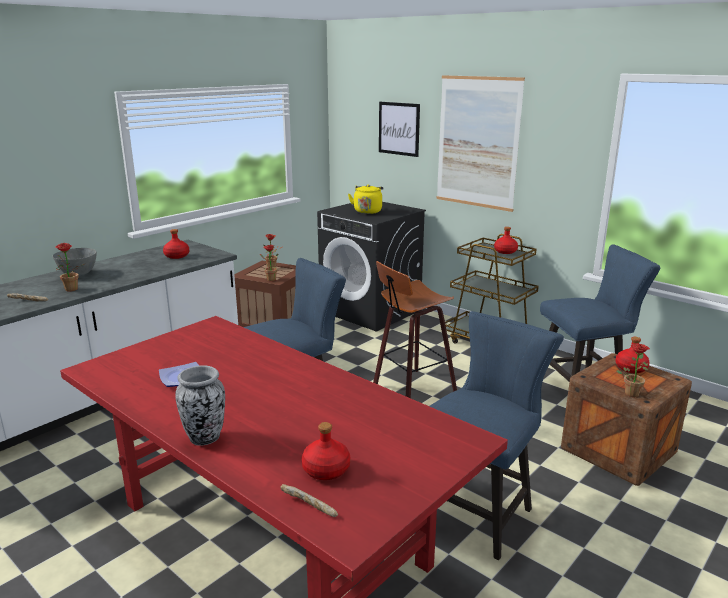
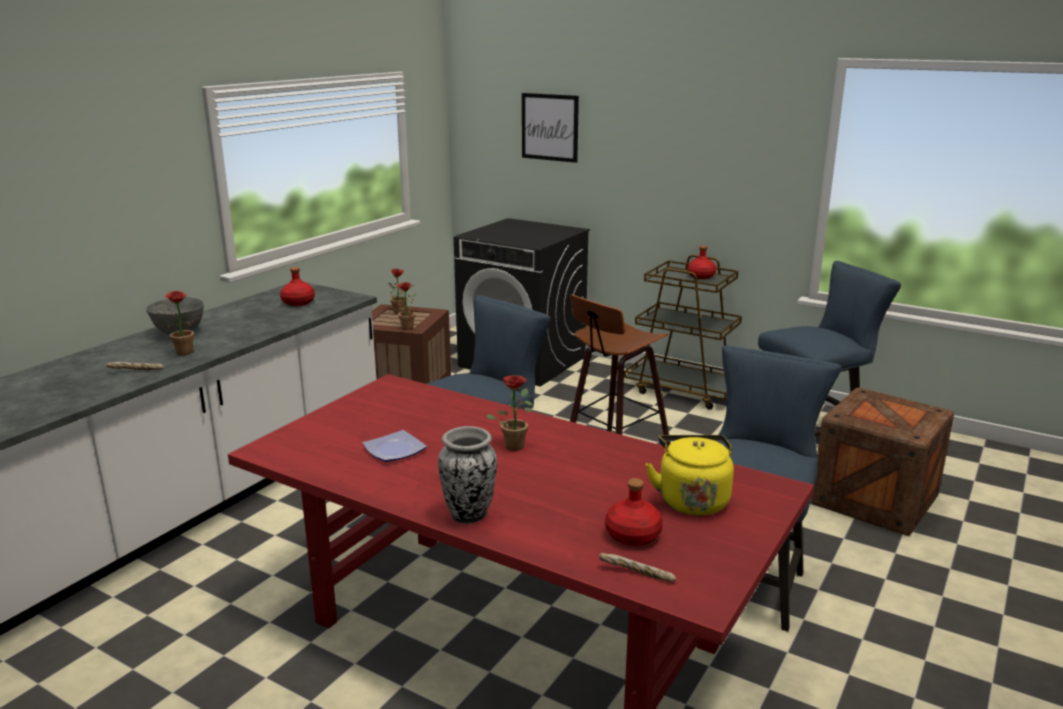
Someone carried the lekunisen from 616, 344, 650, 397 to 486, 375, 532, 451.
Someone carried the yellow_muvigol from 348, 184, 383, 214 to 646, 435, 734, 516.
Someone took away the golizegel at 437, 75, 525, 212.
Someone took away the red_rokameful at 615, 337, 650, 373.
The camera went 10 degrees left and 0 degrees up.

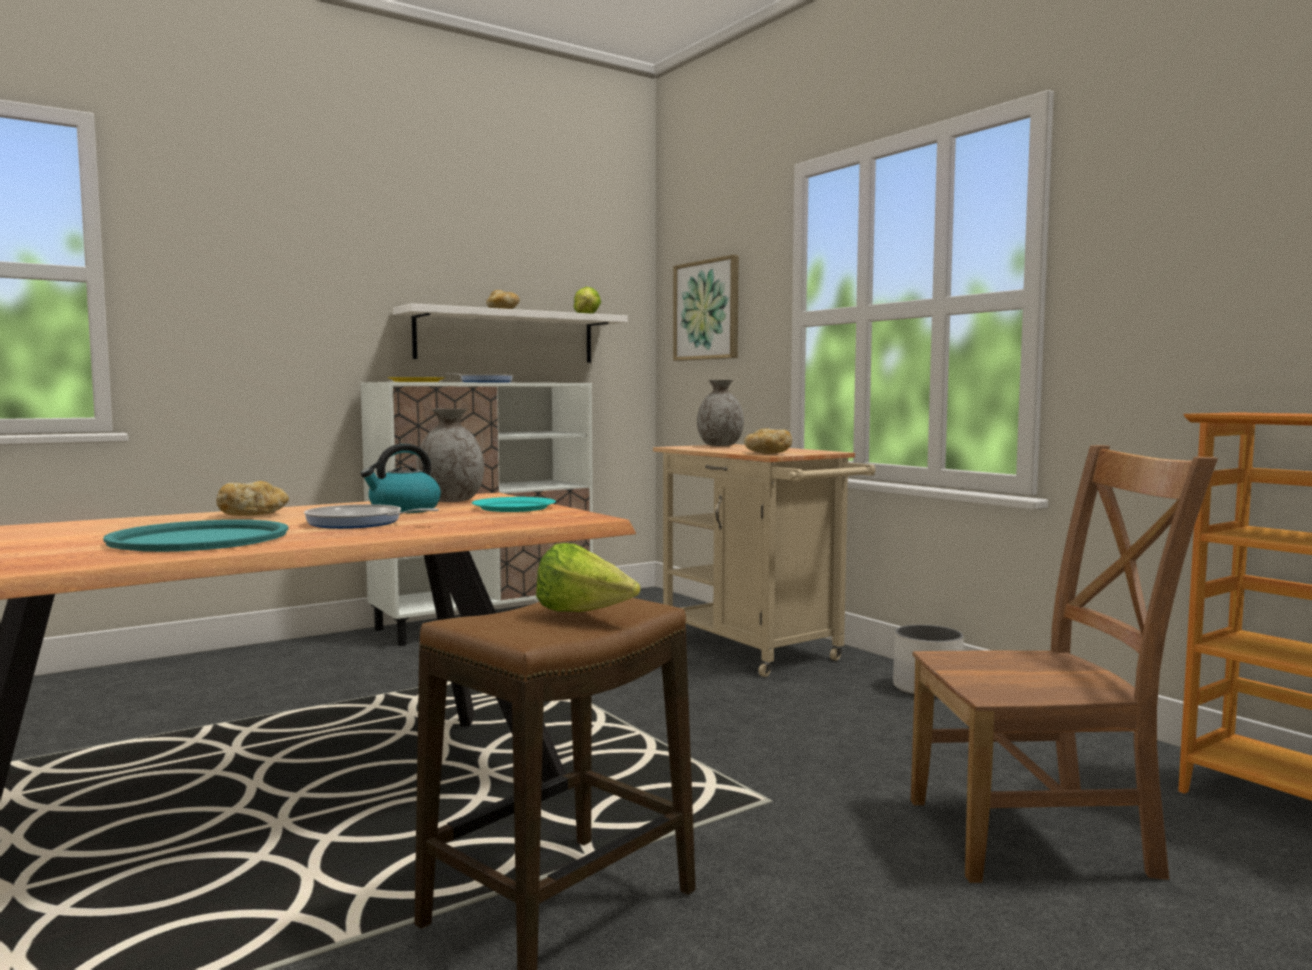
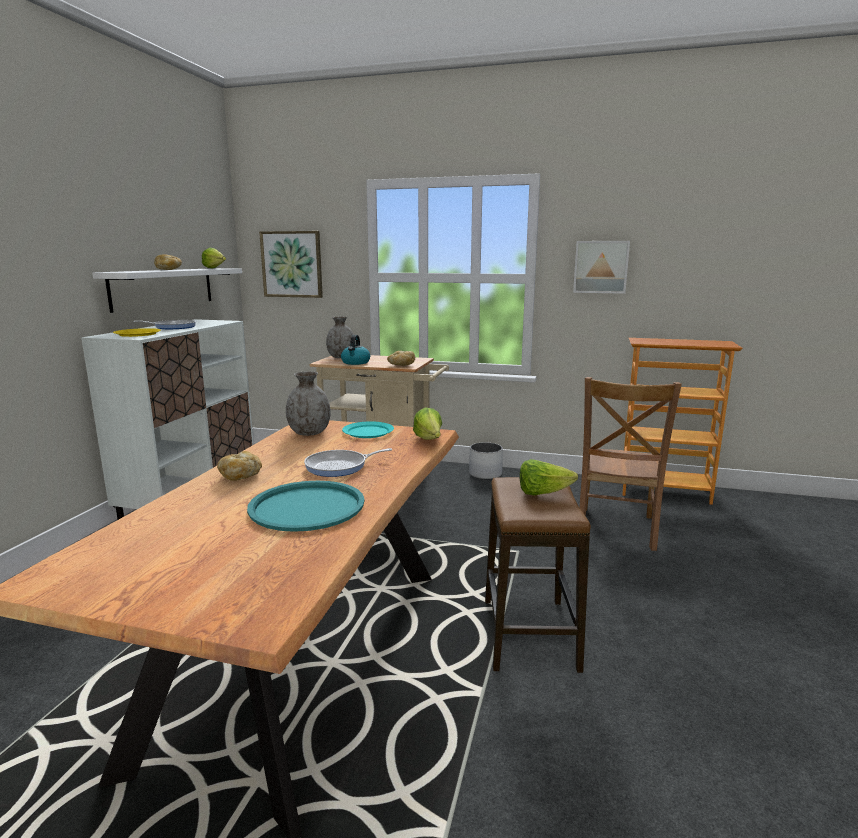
Someone carried the muvigol from 360, 444, 441, 513 to 341, 335, 370, 365.
Someone put down the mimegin at 413, 407, 442, 440.
Someone put up the golizegel at 573, 241, 630, 294.
Someone rotated the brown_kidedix at 911, 445, 1218, 883 by 150 degrees clockwise.
The camera went 40 degrees left and 10 degrees up.

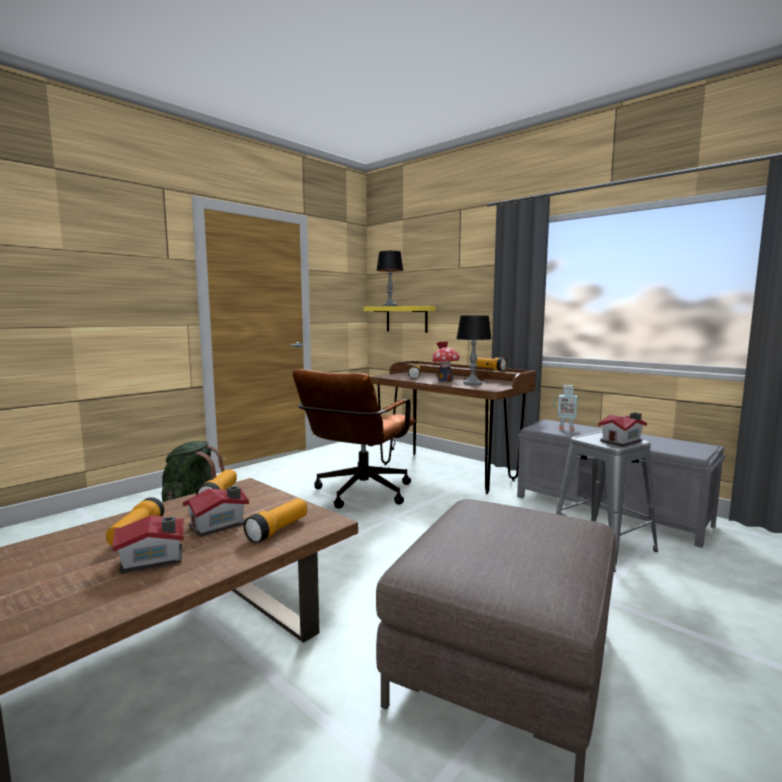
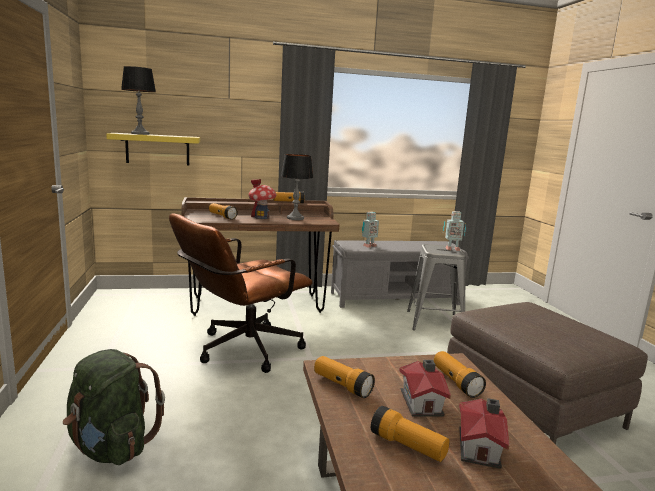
Someone rotated the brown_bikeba at 292, 369, 415, 509 by 75 degrees clockwise.
Someone swapped the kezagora at 598, 412, 647, 447 for the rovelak at 443, 211, 466, 251.
The camera went 55 degrees left and 5 degrees up.

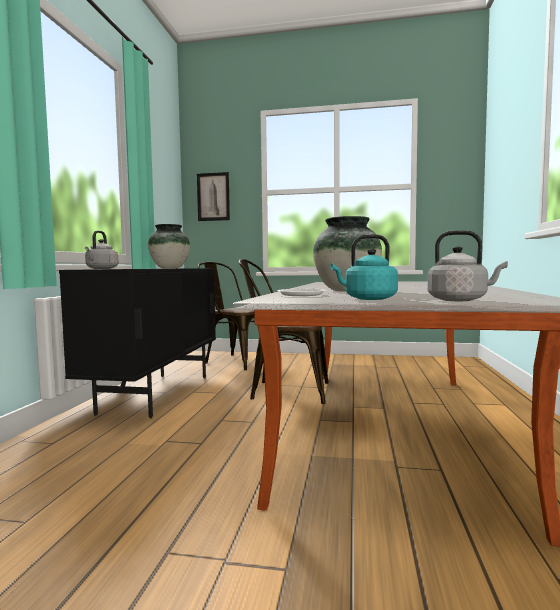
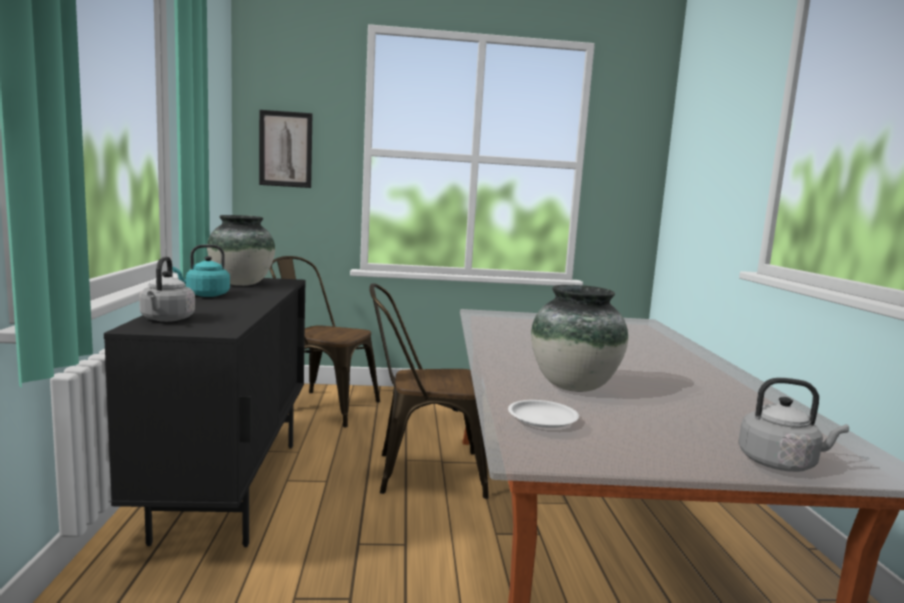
Someone carried the turquoise_muvigol from 330, 234, 398, 300 to 173, 244, 230, 297.
The camera went 15 degrees left and 5 degrees up.

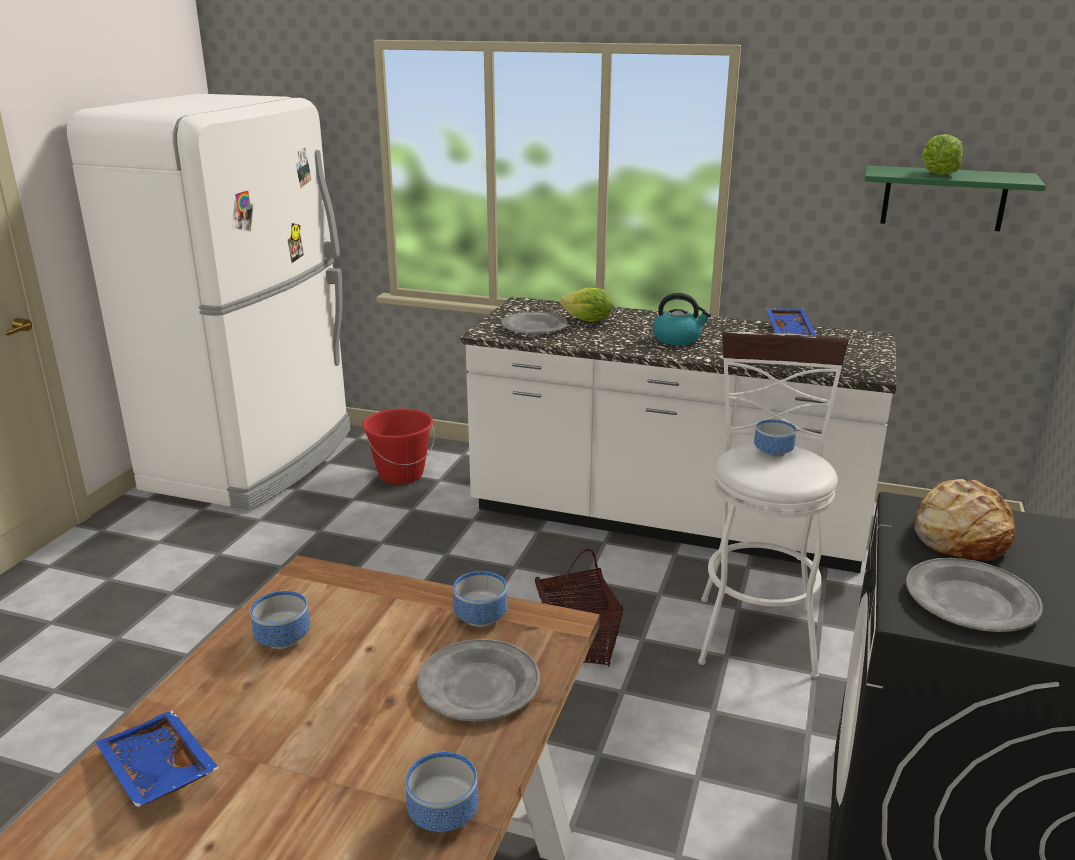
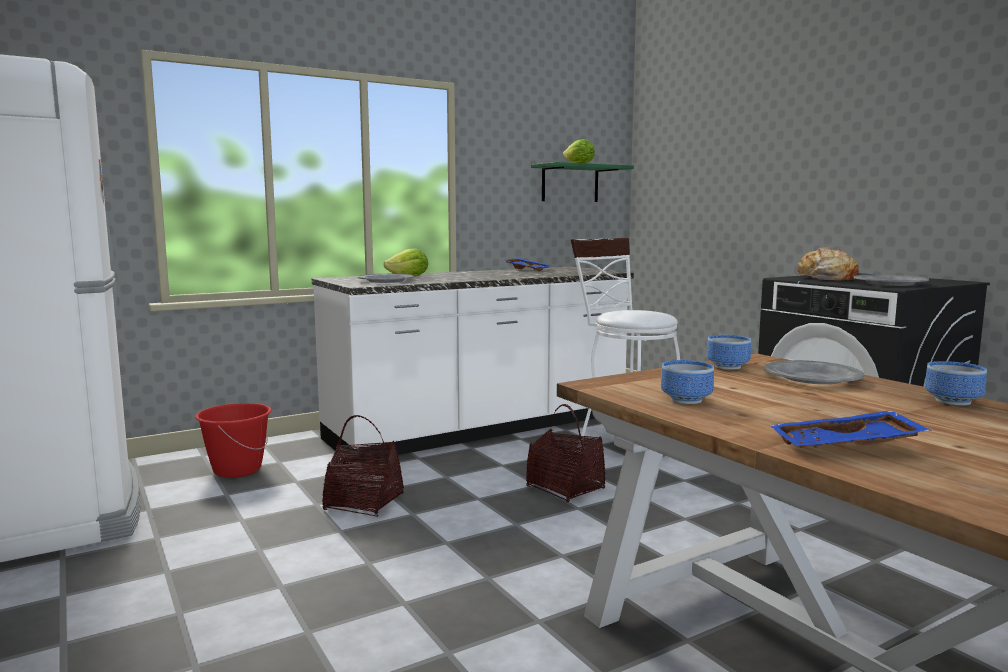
Someone put down the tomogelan at 322, 415, 404, 517.
Someone took away the muvigol at 653, 293, 711, 345.
Someone took away the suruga at 754, 419, 796, 458.
The camera went 50 degrees left and 15 degrees down.

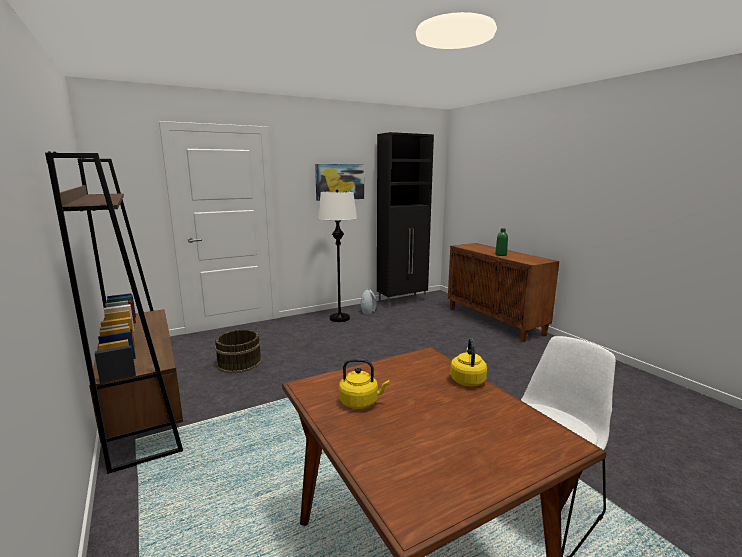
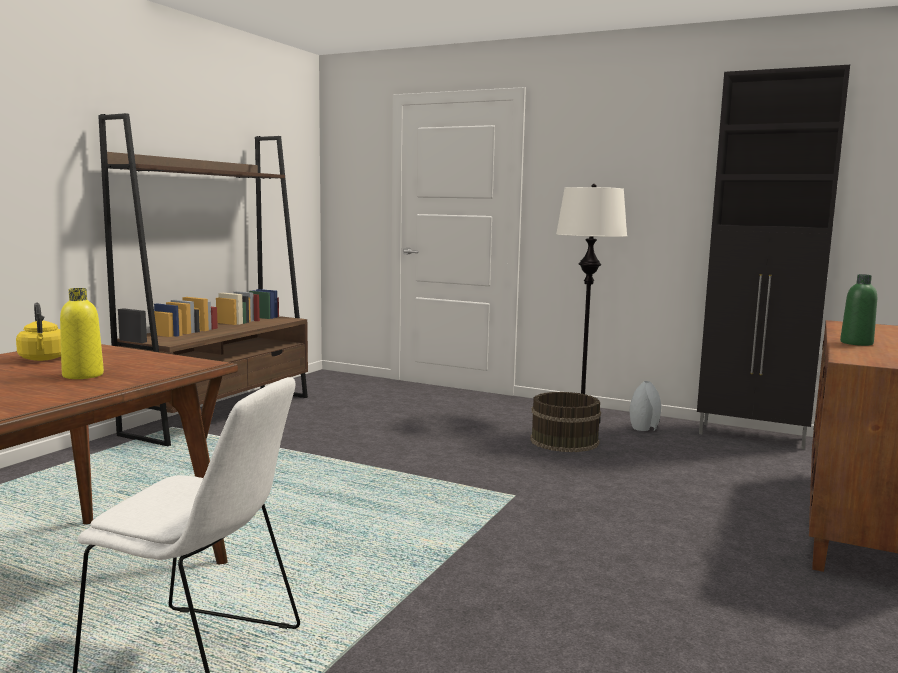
Someone put down the yellow_rokameful at 60, 288, 104, 379.
Someone carried the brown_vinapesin from 215, 329, 262, 374 to 530, 392, 601, 452.
Someone took away the golizegel at 315, 164, 364, 201.
Someone took away the yellow_muvigol at 450, 338, 487, 386.
The camera went 55 degrees right and 5 degrees down.

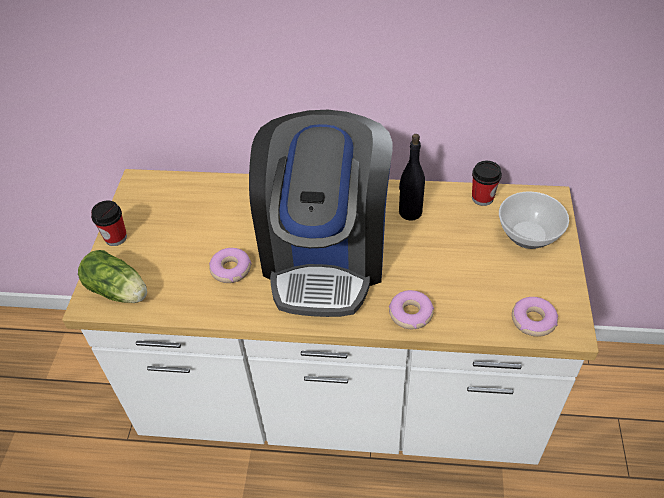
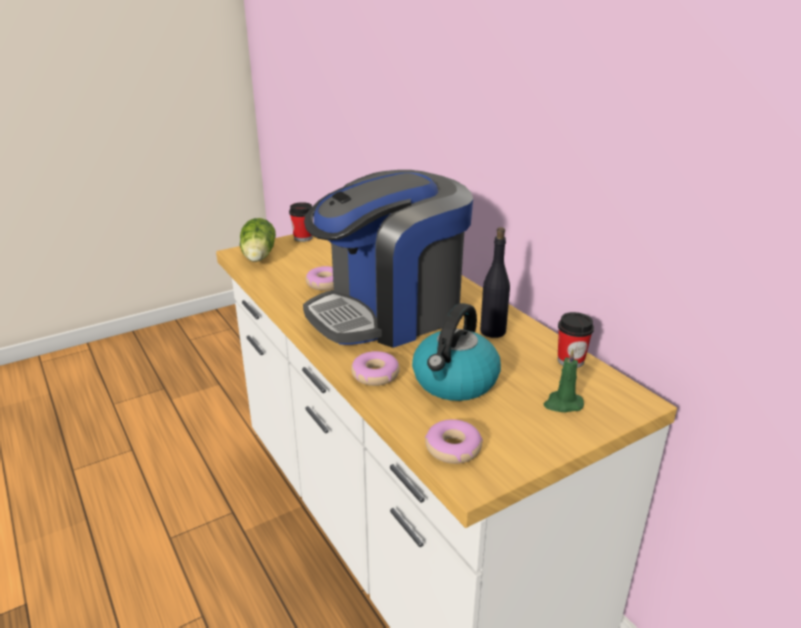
Someone put down the muvigol at 412, 303, 501, 401.
Someone swapped the suruga at 499, 191, 569, 249 for the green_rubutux at 544, 349, 584, 412.
The camera went 50 degrees right and 20 degrees down.

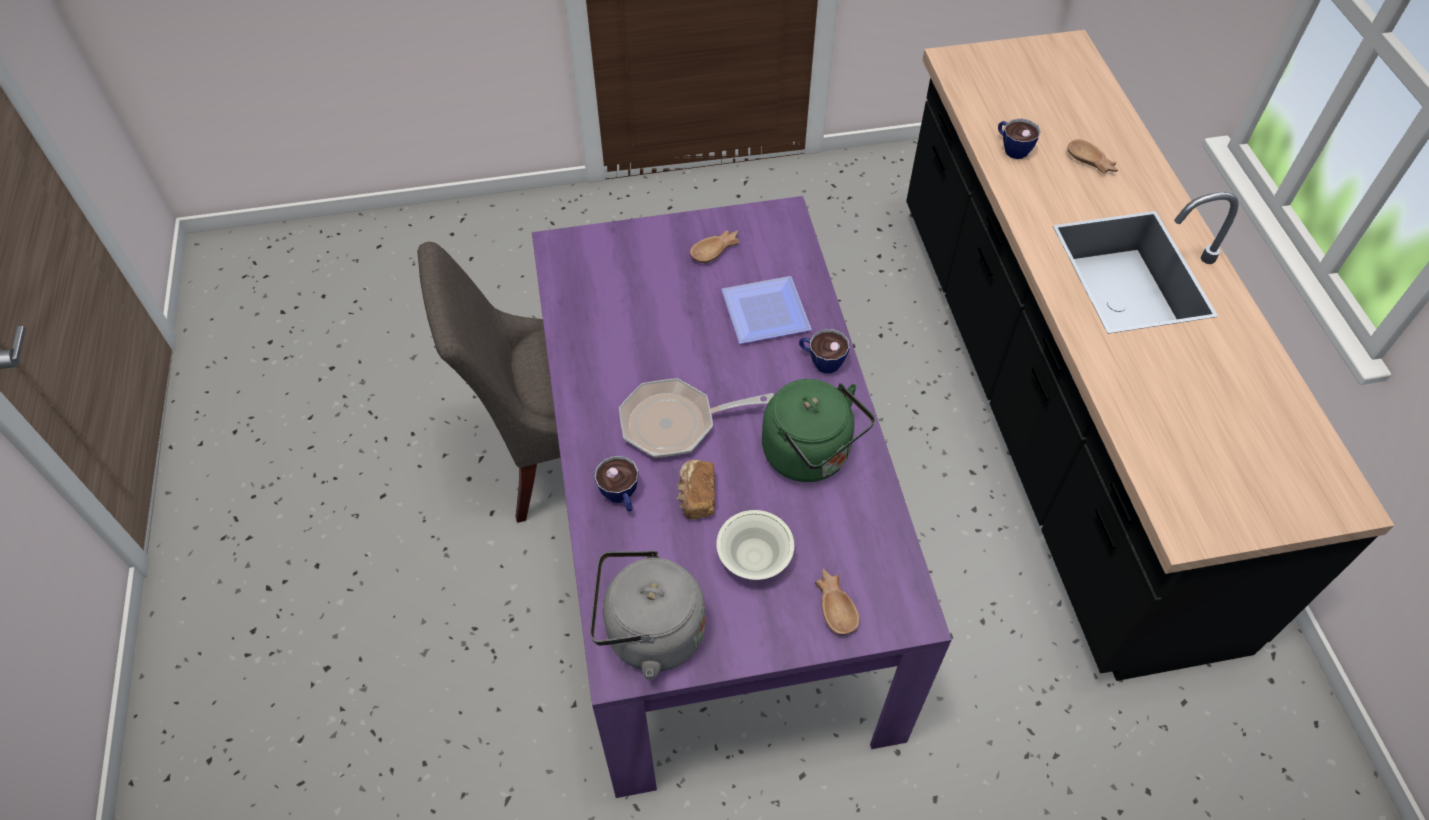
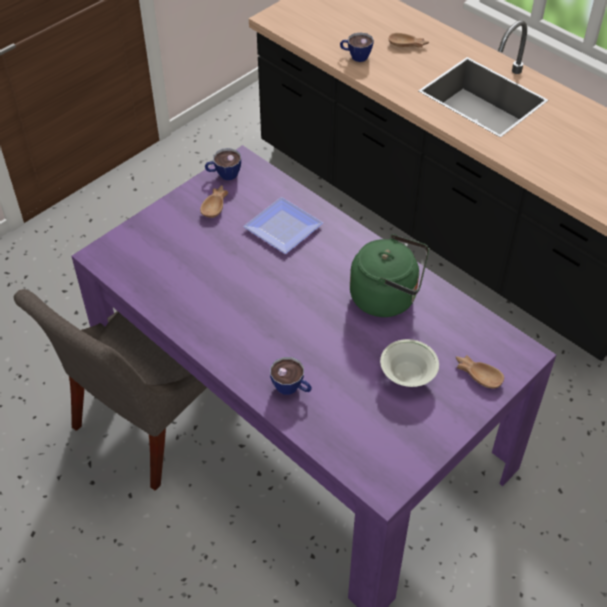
Someone carried the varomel from 799, 329, 850, 373 to 205, 148, 241, 180.
Someone took away the grey_muvigol at 590, 550, 705, 680.
Someone took away the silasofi at 619, 378, 774, 458.
Someone took away the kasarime at 677, 460, 715, 520.
The camera went 35 degrees left and 5 degrees down.

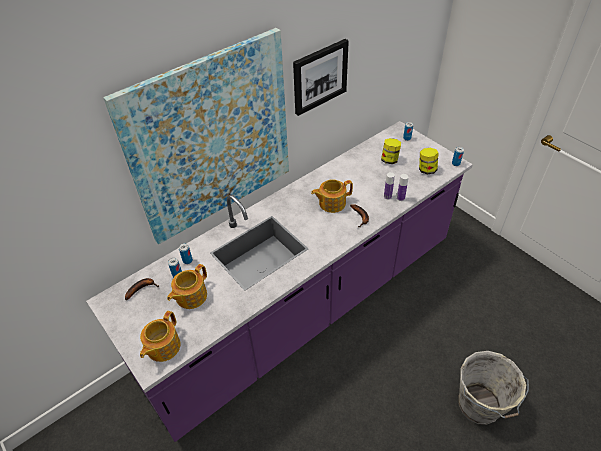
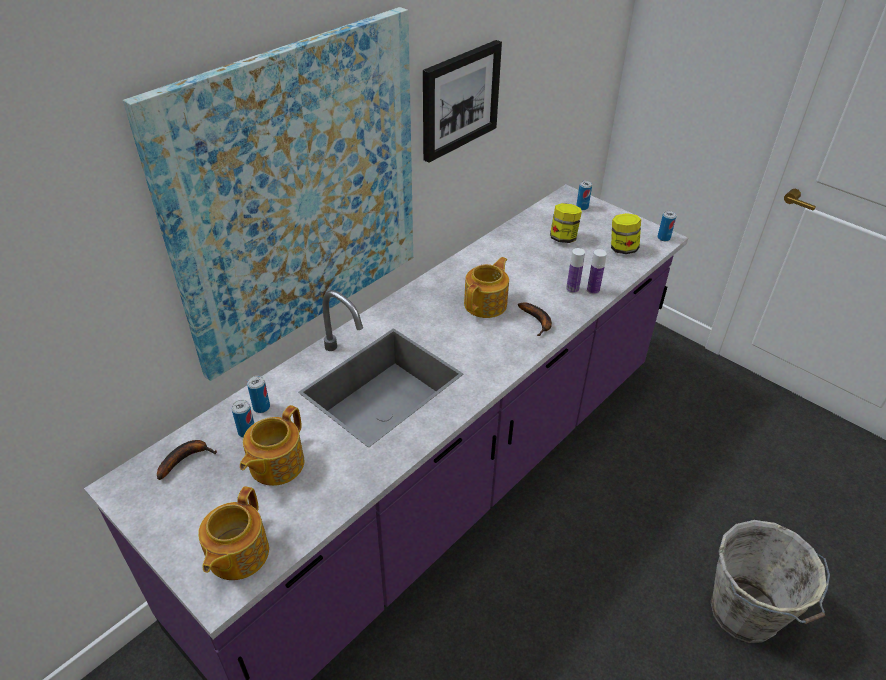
Someone rotated the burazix at 311, 179, 353, 213 by 150 degrees clockwise.
The camera went 10 degrees left and 5 degrees down.

